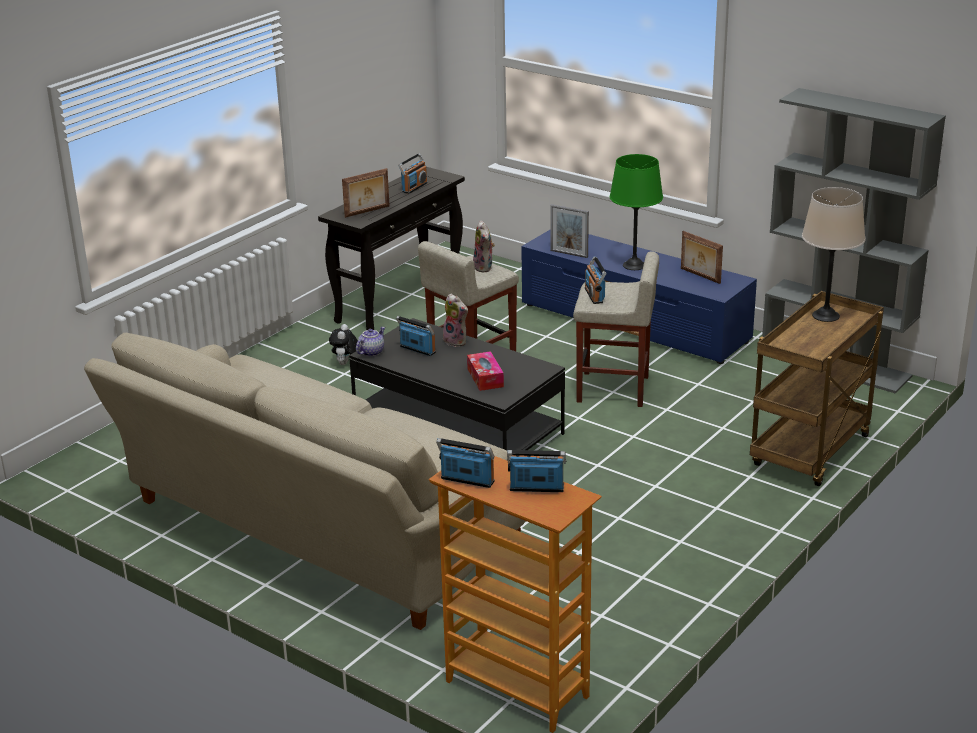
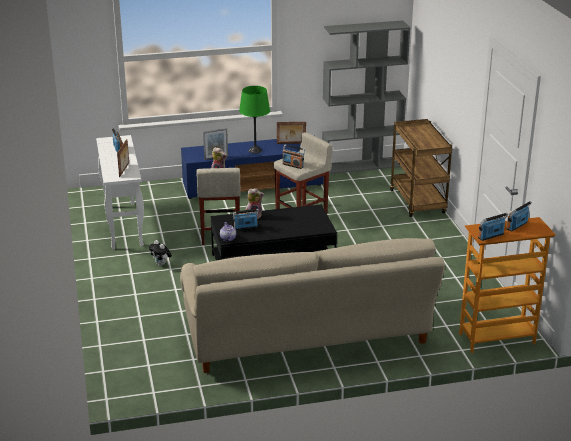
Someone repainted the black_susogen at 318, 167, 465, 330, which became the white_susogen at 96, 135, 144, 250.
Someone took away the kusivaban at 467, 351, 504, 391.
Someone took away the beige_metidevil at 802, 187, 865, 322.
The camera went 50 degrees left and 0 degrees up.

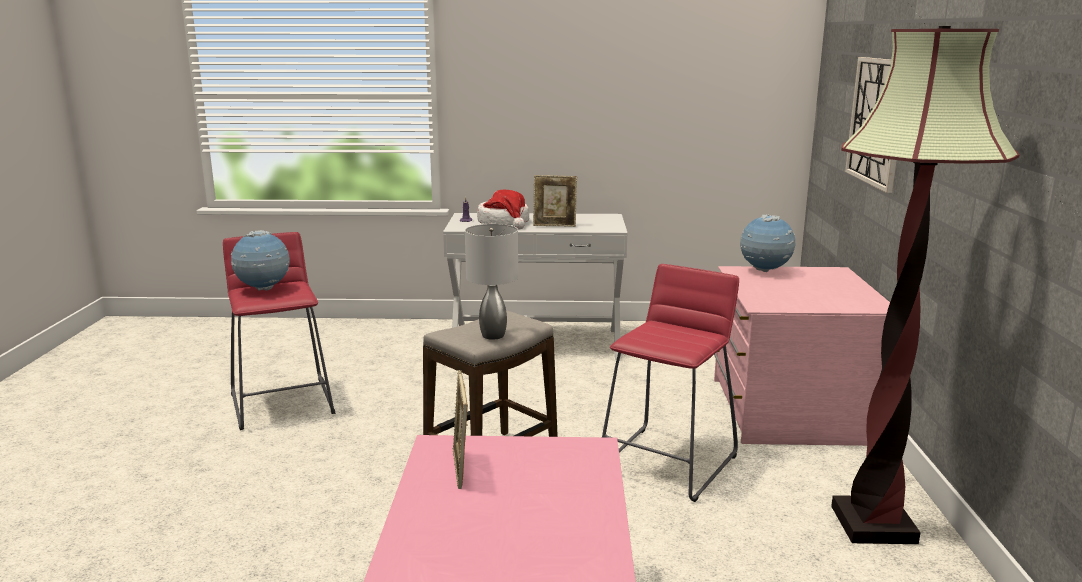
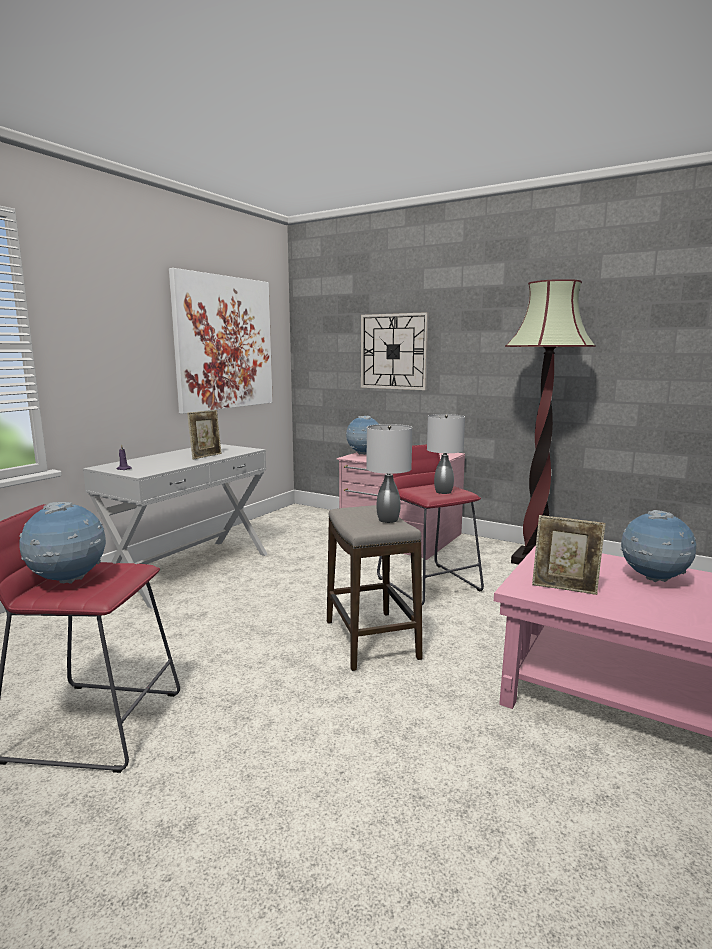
Someone put up the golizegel at 169, 268, 273, 414.
Someone put down the grey_metidevil at 427, 414, 465, 494.
Someone put down the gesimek at 621, 510, 697, 582.
Someone took away the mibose at 477, 189, 529, 229.
The camera went 60 degrees left and 5 degrees down.

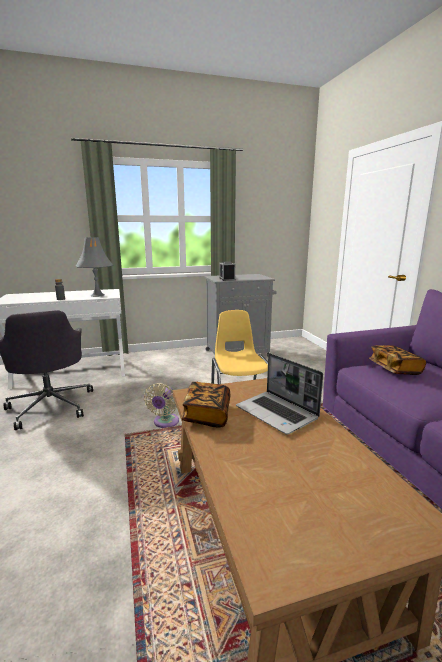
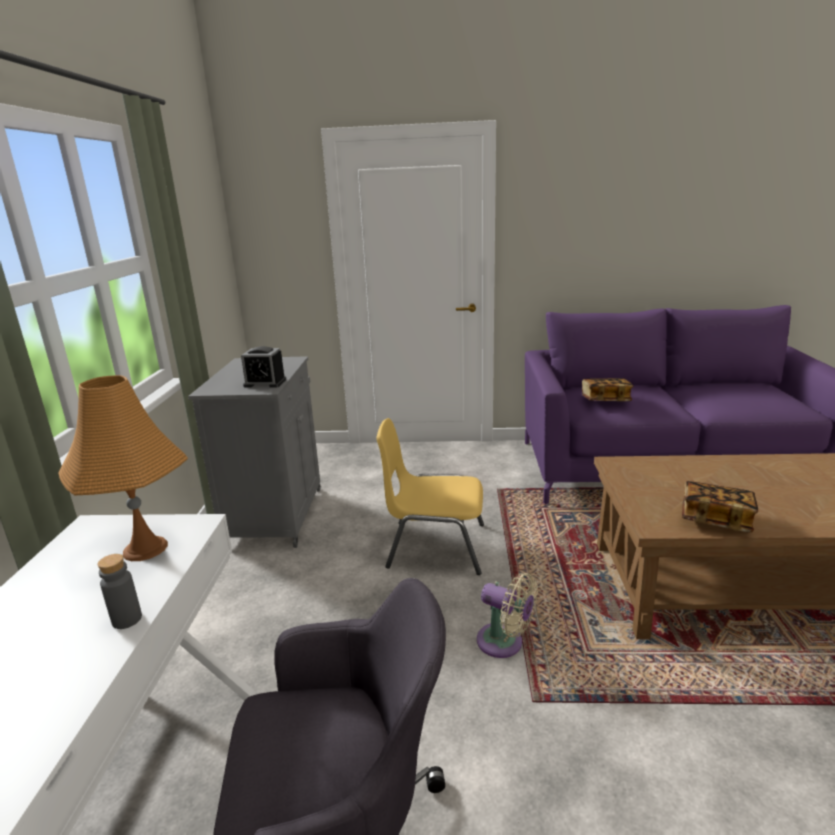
Someone repainted the grey_metidevil at 76, 237, 113, 297, which became the orange_metidevil at 58, 375, 188, 561.
Someone took away the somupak at 236, 353, 323, 435.
The camera went 70 degrees left and 5 degrees up.

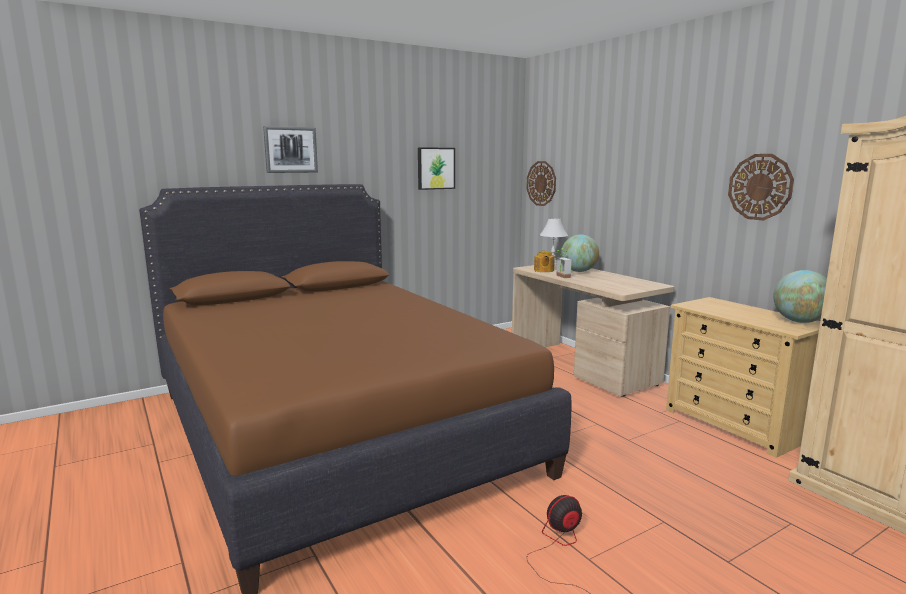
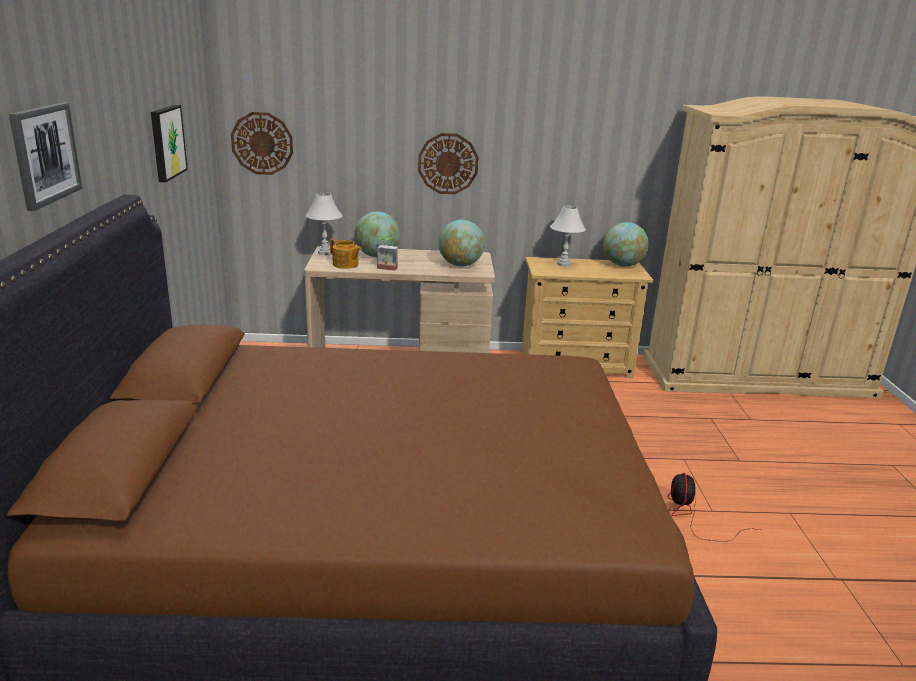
Someone carried the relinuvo from 728, 154, 794, 221 to 418, 133, 479, 194.
Someone put down the gesimek at 439, 220, 485, 266.
Someone put down the white_metidevil at 550, 206, 586, 267.
The camera went 60 degrees left and 10 degrees up.

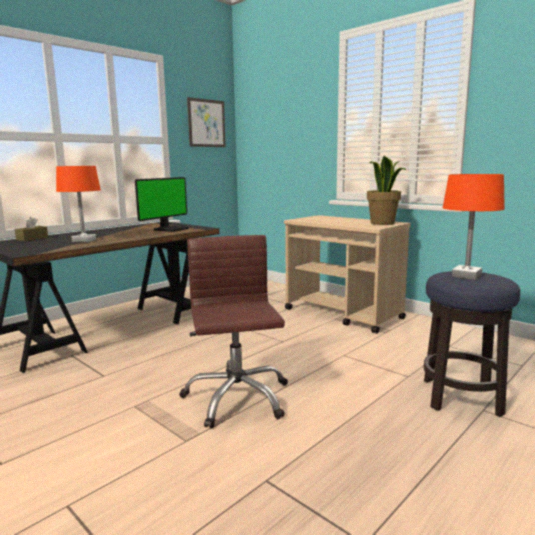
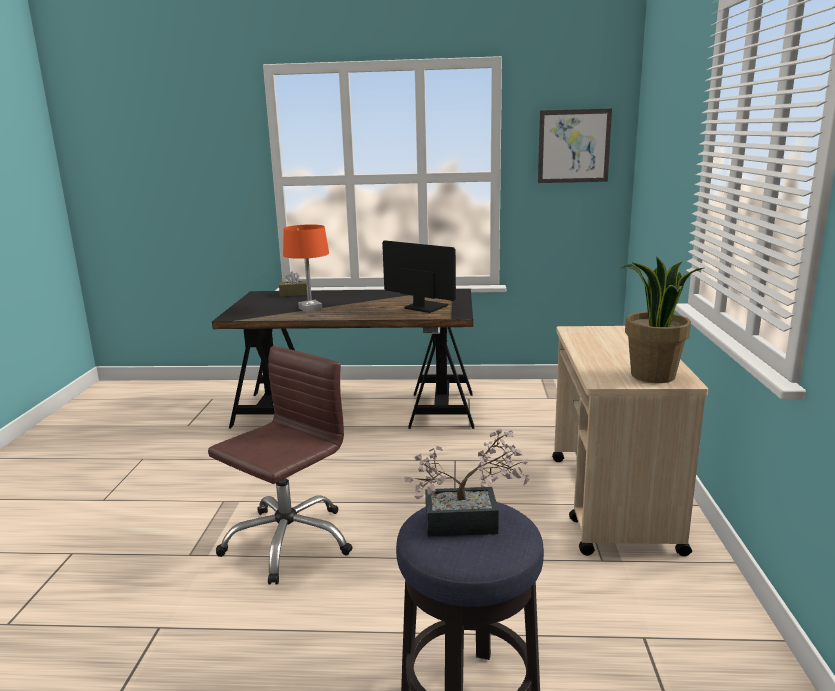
Someone rotated the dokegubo at 135, 177, 189, 232 by 135 degrees counterclockwise.
Someone swapped the orange_metidevil at 443, 174, 505, 280 for the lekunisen at 404, 429, 530, 537.
The camera went 50 degrees right and 5 degrees up.

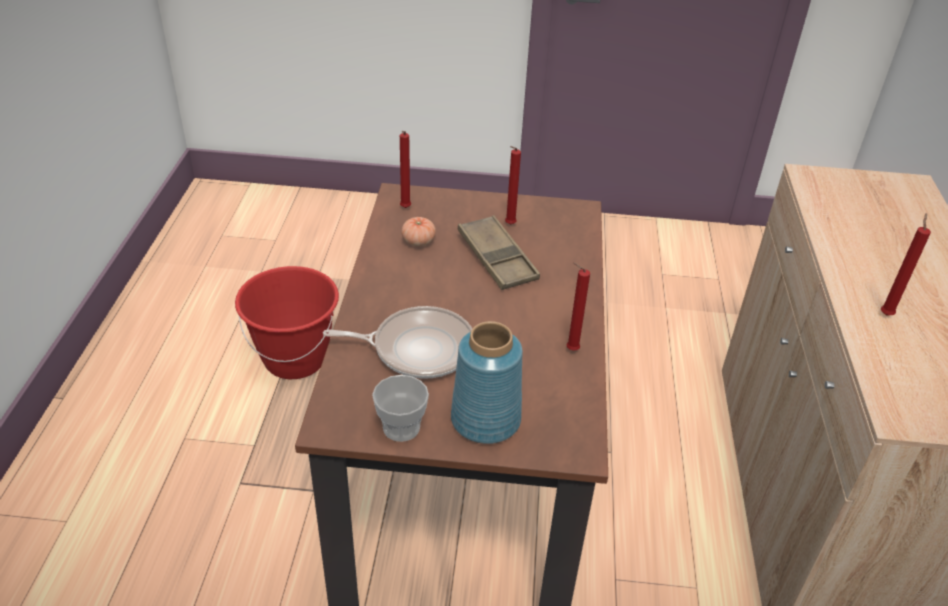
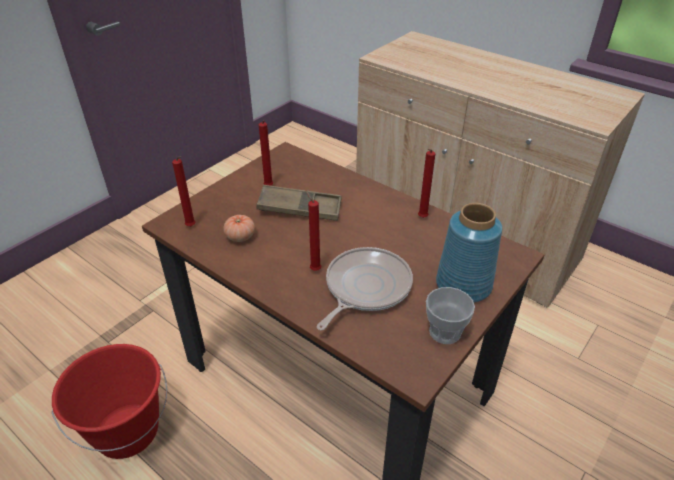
Someone carried the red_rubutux from 881, 213, 931, 315 to 305, 190, 321, 271.
The camera went 55 degrees left and 0 degrees up.

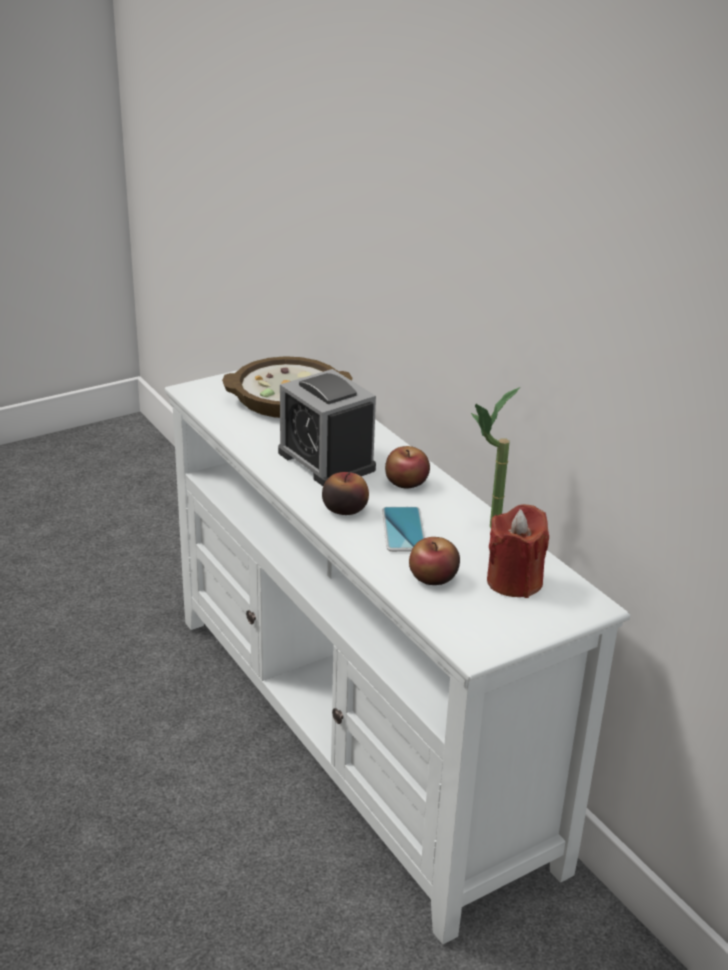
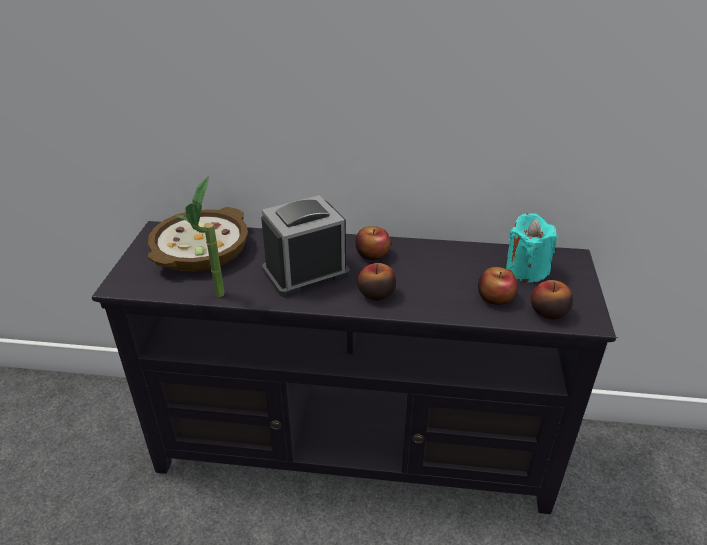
Someone repainted the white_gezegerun at 165, 370, 630, 945, which became the black_gezegerun at 92, 221, 619, 514.
Someone carried the lekunisen from 471, 387, 520, 528 to 177, 176, 225, 297.
Someone rotated the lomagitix at 278, 369, 376, 486 by 150 degrees clockwise.
Someone repainted the red_rubutux at 487, 504, 549, 598, which became the turquoise_rubutux at 506, 213, 557, 282.
Someone put down the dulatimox at 531, 280, 573, 320.
Someone took away the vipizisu at 382, 507, 425, 552.
The camera went 50 degrees left and 5 degrees up.

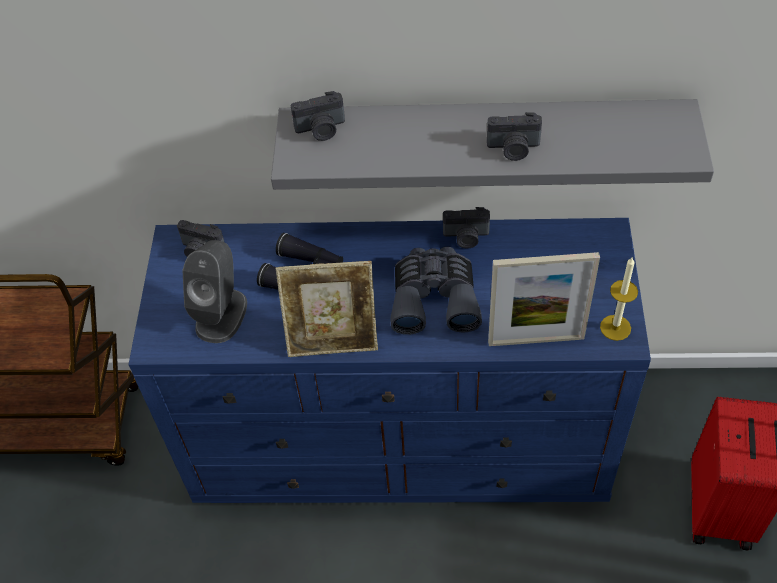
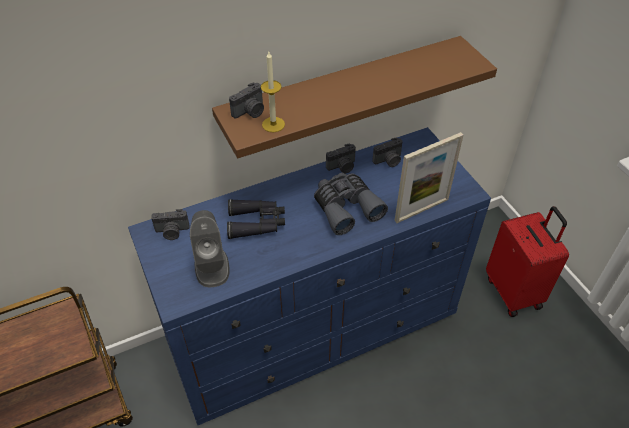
Someone repainted the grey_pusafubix at 271, 99, 714, 190, which became the brown_pusafubix at 212, 36, 497, 158.
Someone carried the rubutux from 600, 258, 638, 341 to 261, 52, 285, 132.
Someone carried the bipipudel from 487, 112, 542, 161 to 372, 137, 403, 167.
Someone took away the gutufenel at 276, 261, 378, 357.
The camera went 30 degrees left and 5 degrees down.

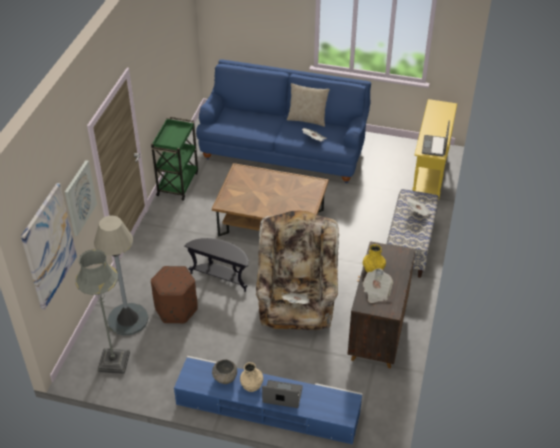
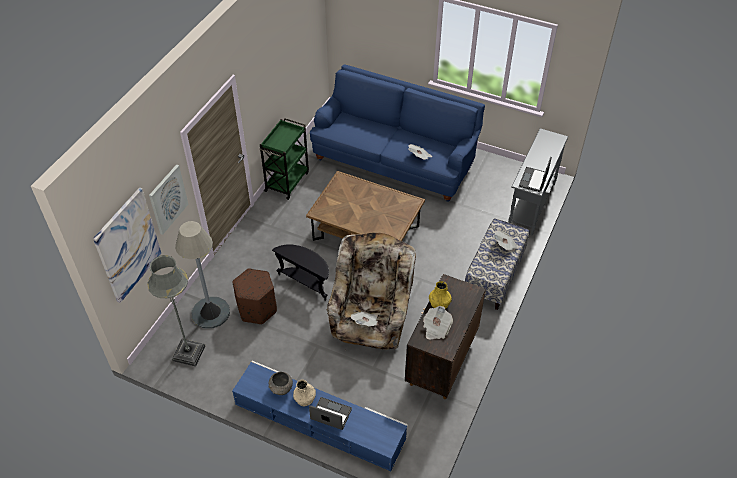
Someone repainted the yellow_susogen at 412, 99, 457, 198, which became the grey_susogen at 508, 128, 568, 235.
Someone took away the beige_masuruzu at 287, 83, 330, 127.
The camera went 10 degrees right and 5 degrees up.

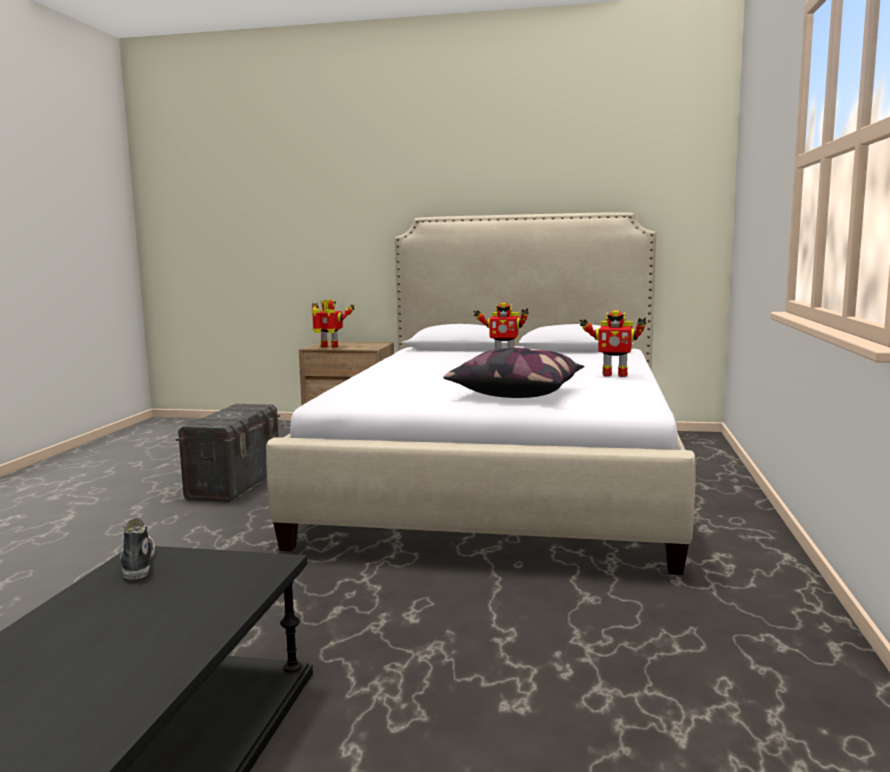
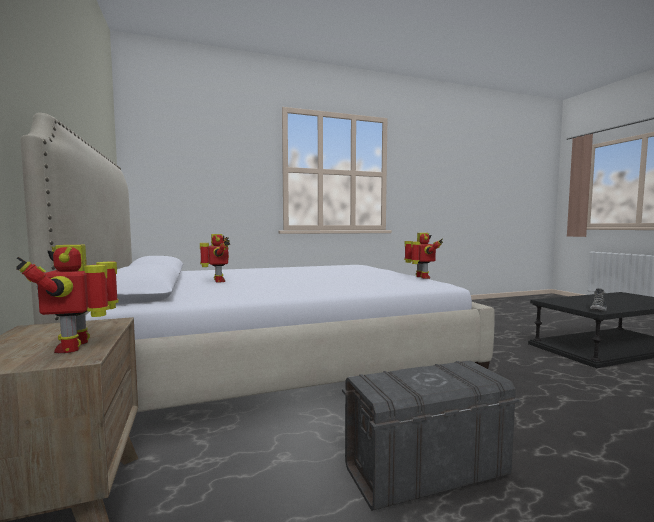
Someone carried the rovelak from 579, 310, 646, 377 to 404, 233, 443, 279.
Someone took away the masuruzu at 443, 347, 584, 398.
The camera went 120 degrees left and 5 degrees down.

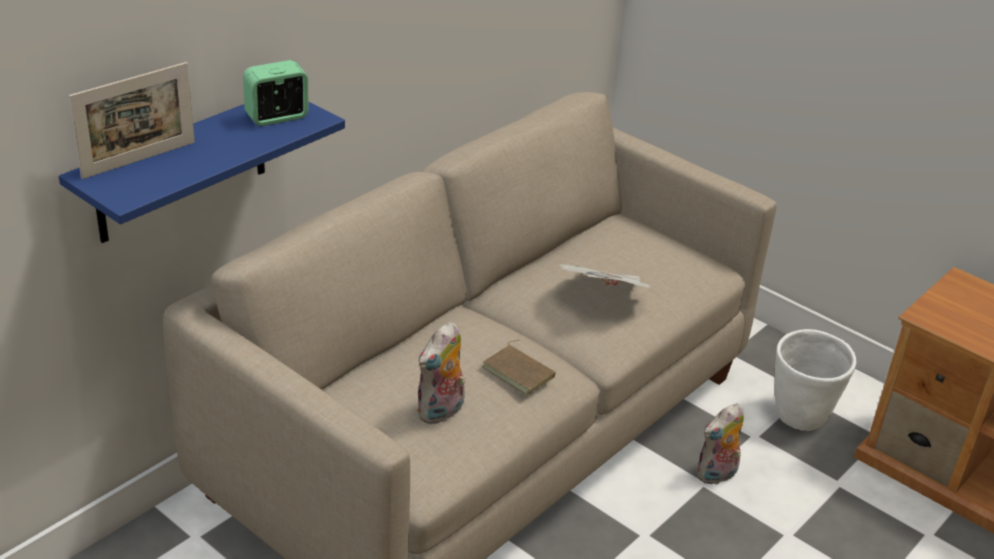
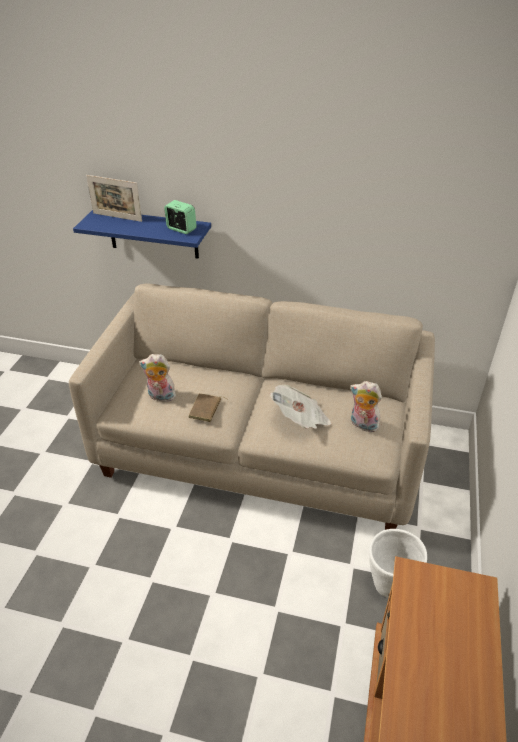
Someone carried the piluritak from 697, 403, 744, 486 to 350, 381, 382, 432.
The camera went 65 degrees right and 5 degrees up.

